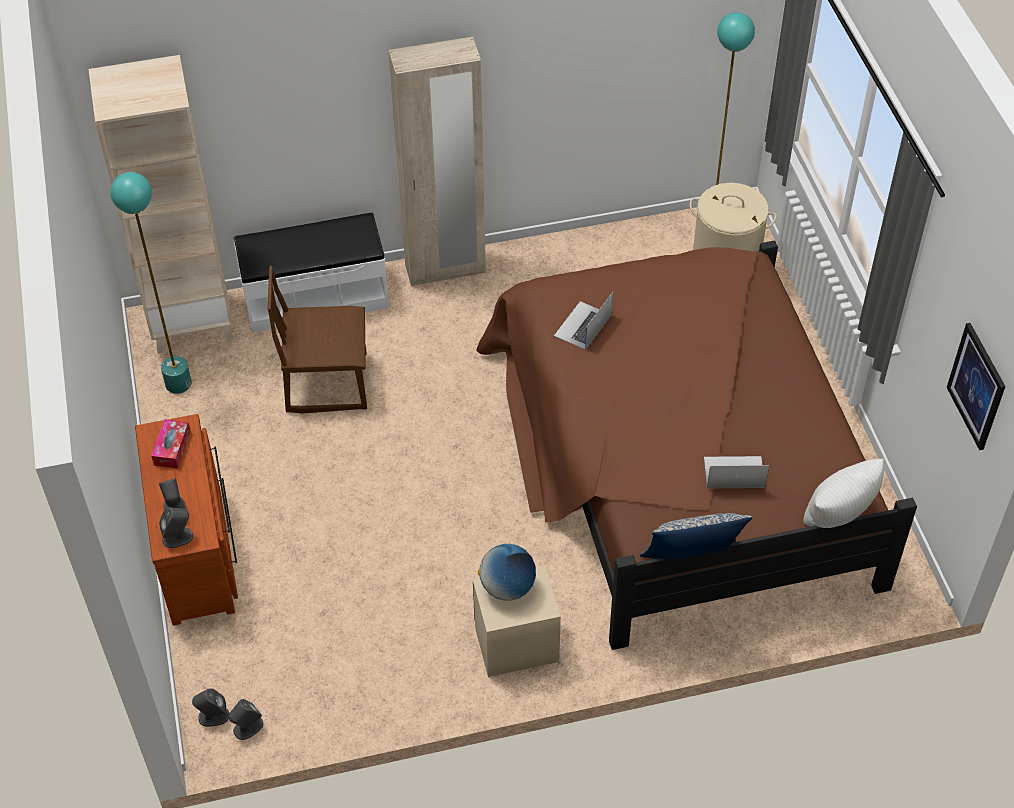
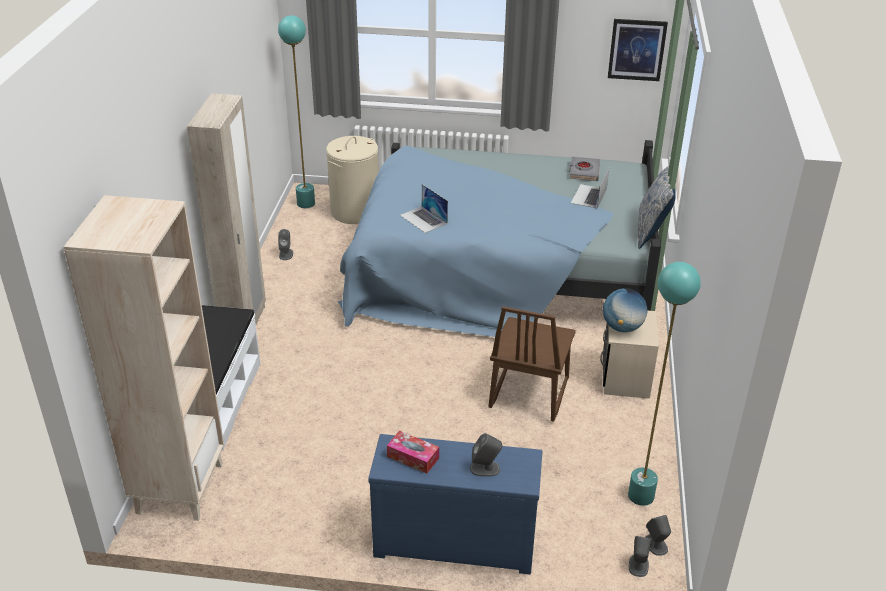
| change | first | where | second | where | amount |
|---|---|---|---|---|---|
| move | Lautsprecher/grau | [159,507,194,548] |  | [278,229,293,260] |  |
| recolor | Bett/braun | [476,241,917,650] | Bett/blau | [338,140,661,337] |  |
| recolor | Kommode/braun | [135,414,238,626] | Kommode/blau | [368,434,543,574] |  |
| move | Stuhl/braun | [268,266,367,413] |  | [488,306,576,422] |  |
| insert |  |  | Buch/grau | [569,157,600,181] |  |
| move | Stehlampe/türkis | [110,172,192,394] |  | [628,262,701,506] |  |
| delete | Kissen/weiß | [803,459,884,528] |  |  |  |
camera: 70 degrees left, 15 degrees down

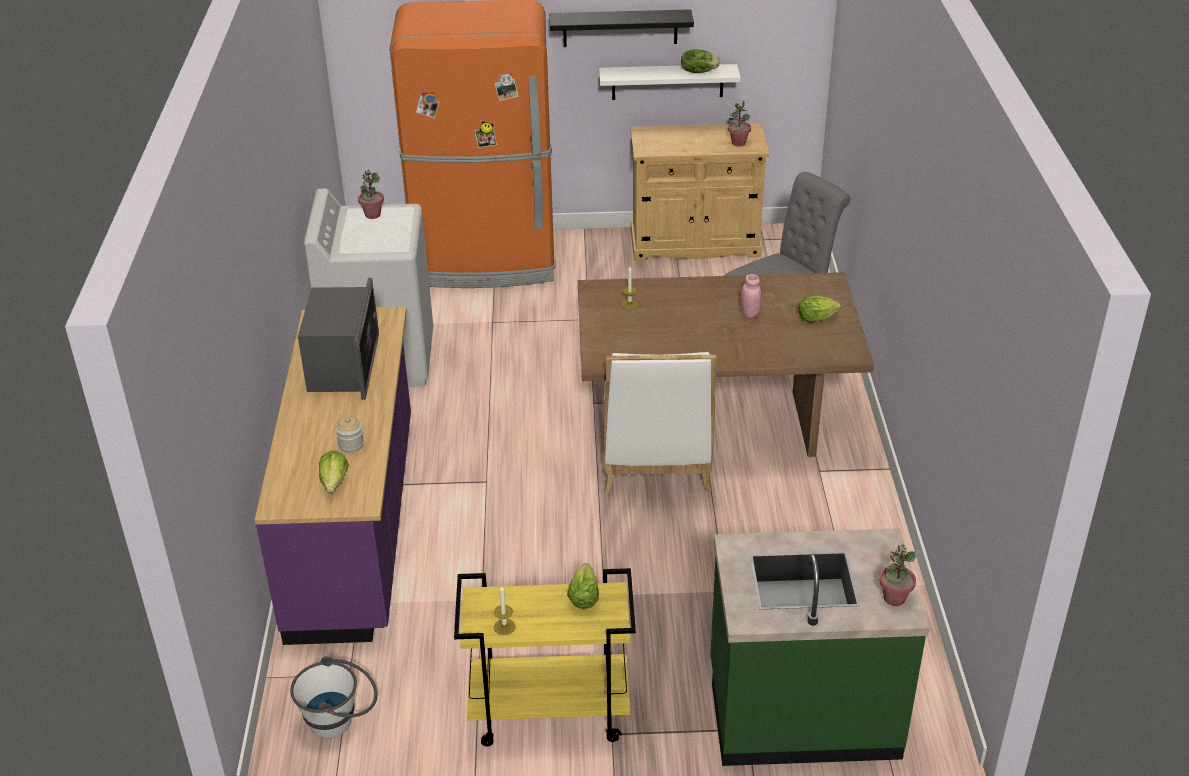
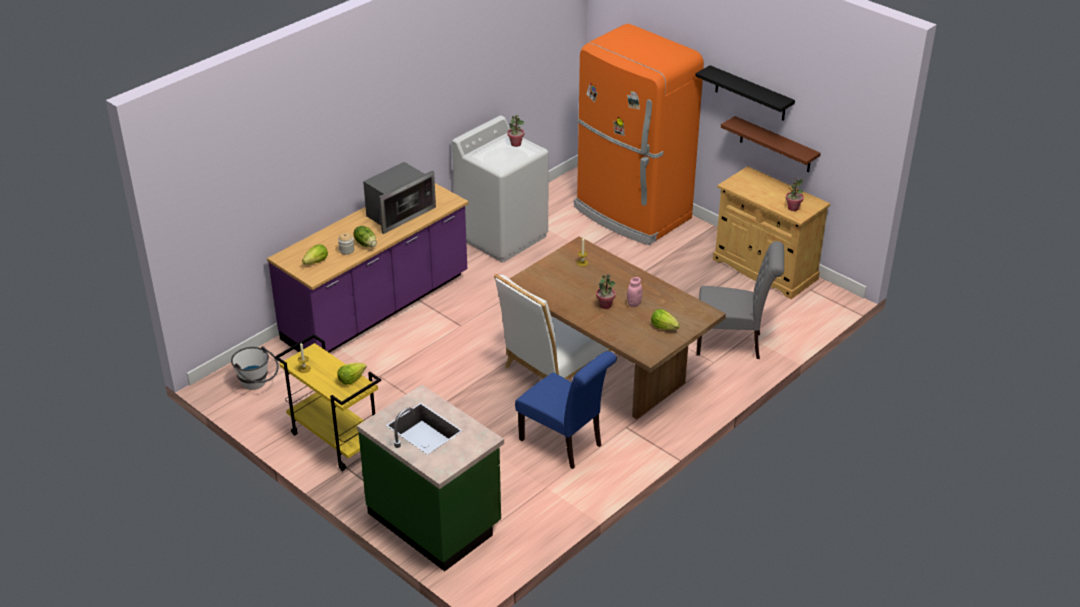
| change | first | where | second | where | amount |
|---|---|---|---|---|---|
| move | Salatkopf | [681,49,720,73] |  | [354,226,377,248] |  |
| insert |  |  | Stuhl/blau | [515,351,617,469] |  |
| move | Topfpflanze | [879,544,916,606] |  | [596,274,616,309] |  |
| recolor | Wandregal/weiß | [599,64,741,100] | Wandregal/braun | [721,116,821,172] |  |
camera: 45 degrees right, 0 degrees up

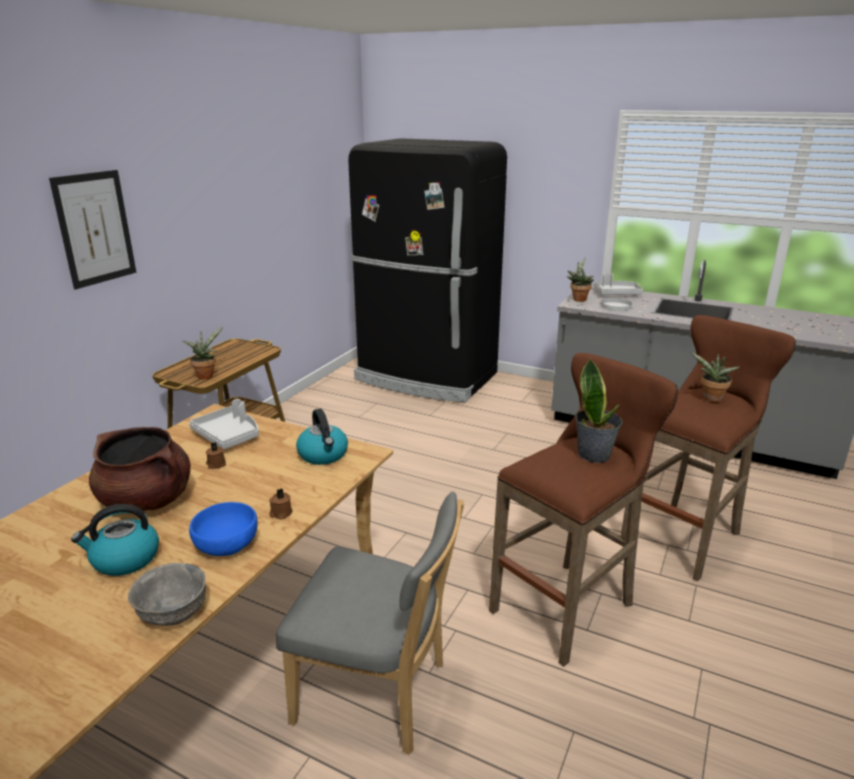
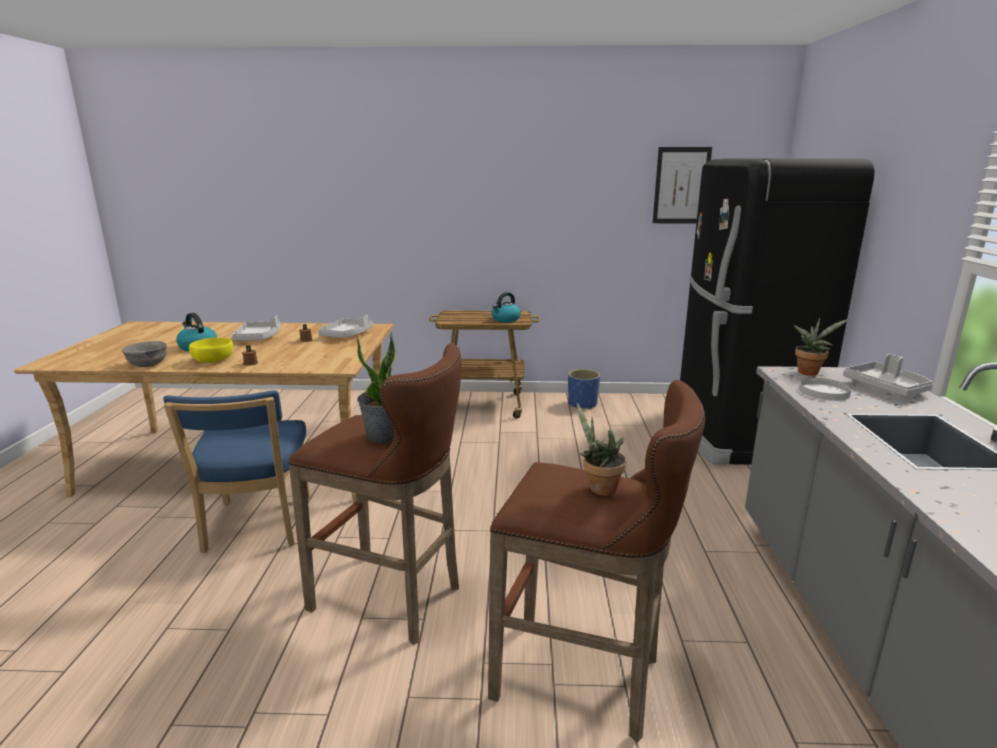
| change | first | where | second | where | amount |
|---|---|---|---|---|---|
| recolor | Stuhl/grau | [276,492,464,755] | Stuhl/blau | [163,390,310,553] |  |
| recolor | Schüssel/blau | [189,502,258,556] | Schüssel/gelb | [189,338,233,363] |  |
| replace | Kochtopf/braun | [89,427,191,511] | Tablett/grau | [232,315,281,341] |  |
| move | Wasserkessel | [296,409,348,465] |  | [492,292,521,322] |  |
| insert |  |  | Pflanzkübel/blau | [568,369,600,409] |  |
| move | Bild | [49,170,136,289] |  | [653,147,712,224] |  |
| delete | Topfpflanze | [183,327,223,379] |  |  |  |
camera: 65 degrees right, 5 degrees down

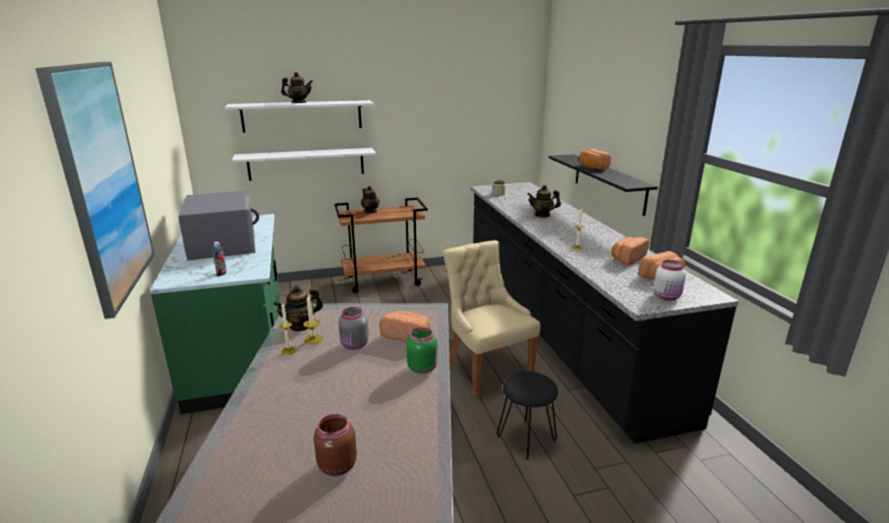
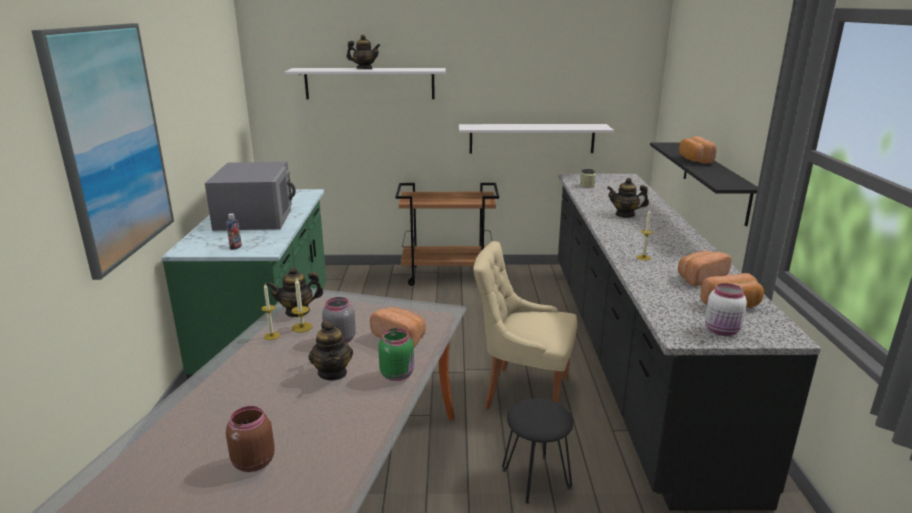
| change | first | where | second | where | amount |
|---|---|---|---|---|---|
| move | Teekanne | [361,186,380,213] |  | [309,321,353,381] |  |
| move | Wandregal/weiß | [232,148,376,181] |  | [459,124,614,153] |  |
| rotate | Stuhl/beige | [443,240,541,398] |  | [473,241,577,409] | 60 degrees counterclockwise |
camera: 15 degrees right, 0 degrees up

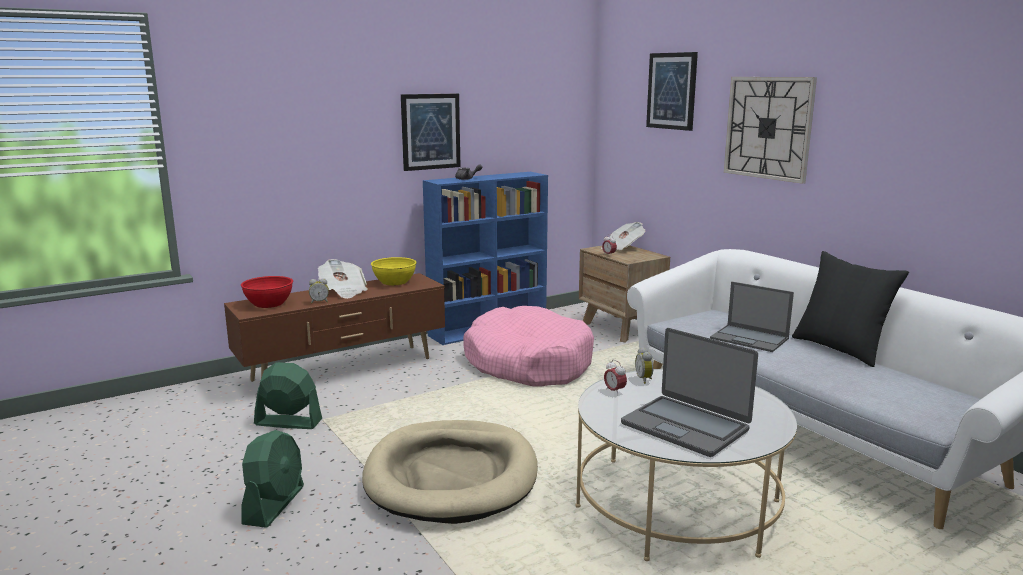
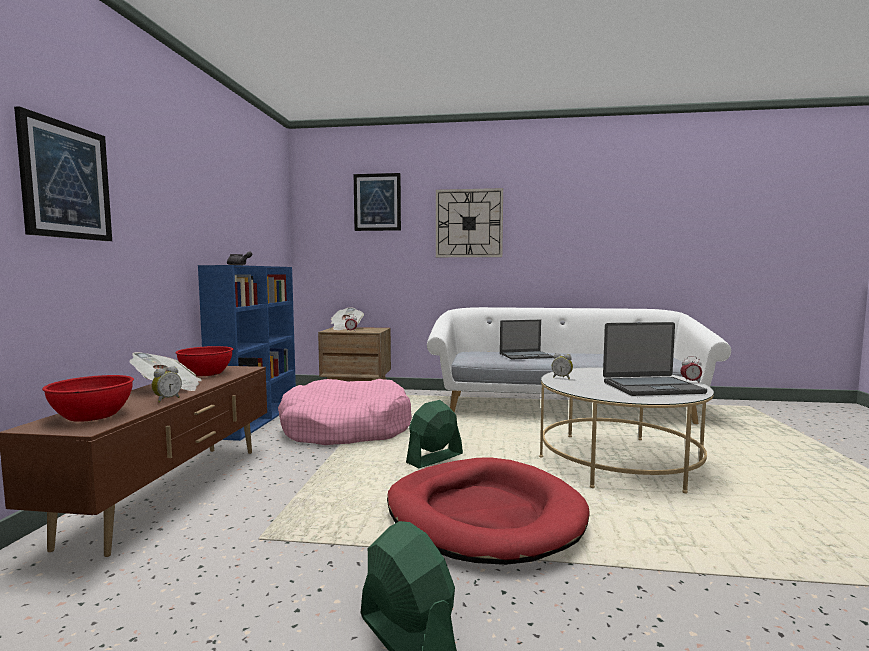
| change | first | where | second | where | amount |
|---|---|---|---|---|---|
| move | Bild | [401,94,460,171] |  | [14,106,112,241] |  |
| recolor | Schüssel/gelb | [371,257,417,286] | Schüssel/rot | [175,346,233,376] |  |
| recolor | Hundebett/beige | [362,420,538,524] | Hundebett/rot | [387,457,590,565] |  |
| move | Ventilator/grün | [254,362,322,429] |  | [406,400,463,468] |  |
| move | Wecker | [604,360,627,395] |  | [681,356,702,383] |  |
| delete | Kissen/schwarz | [792,251,909,367] |  |  |  |
camera: 50 degrees left, 10 degrees down

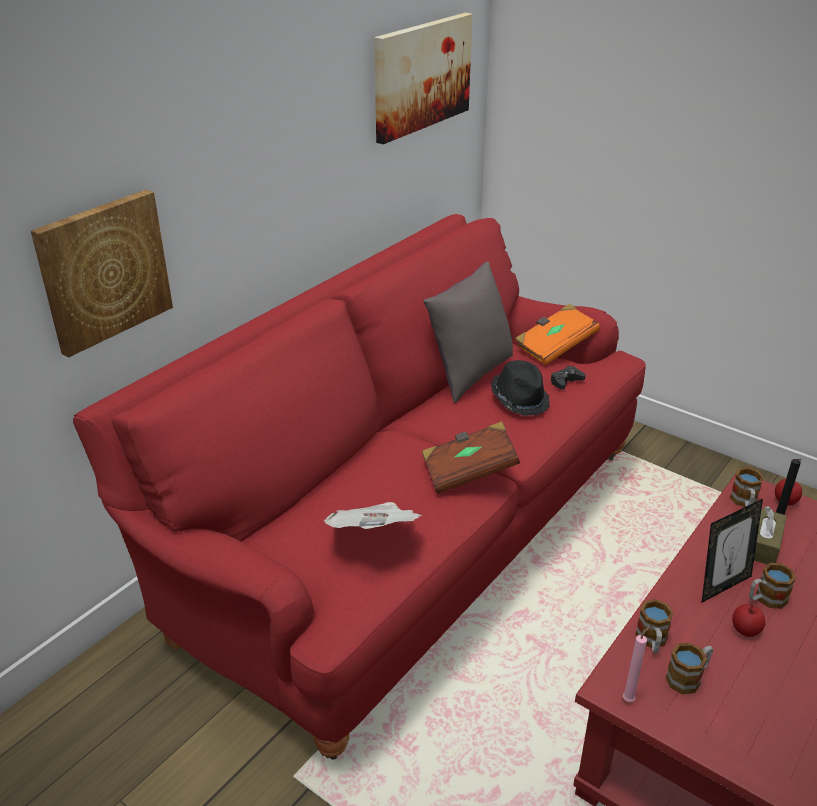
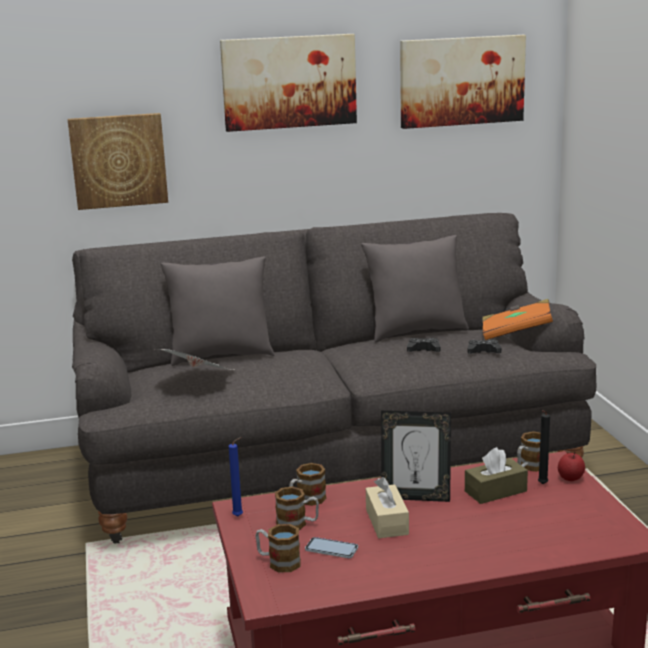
| change | first | where | second | where | amount |
|---|---|---|---|---|---|
| recolor | Sofa/rot | [73,214,646,760] | Sofa/grau | [72,213,596,544] |  |
| insert |  |  | Kissen/grau | [161,257,275,366] |  |
| insert |  |  | Bild | [220,34,357,132] |  |
| recolor | Kerze/rosa | [623,626,650,702] | Kerze/blau | [229,437,243,516] |  |
| move | Henkelbecher | [749,563,796,609] |  | [255,524,301,573] |  |
| insert |  |  | Handy | [305,537,358,558] |  |
| replace | Apfel | [732,604,765,637] | Taschentuchbox/beige | [366,477,409,538] |  |
| replace | Hut/schwarz | [491,360,550,416] | Gamepad/schwarz | [407,338,441,352] |  |
| delete | Buch/braun | [422,421,520,494] |  |  |  |
camera: 40 degrees right, 15 degrees down

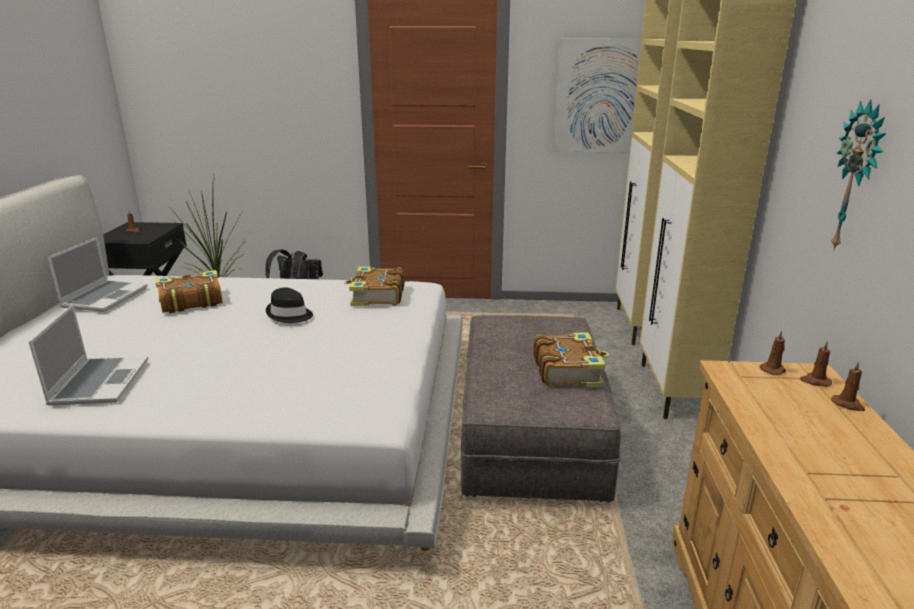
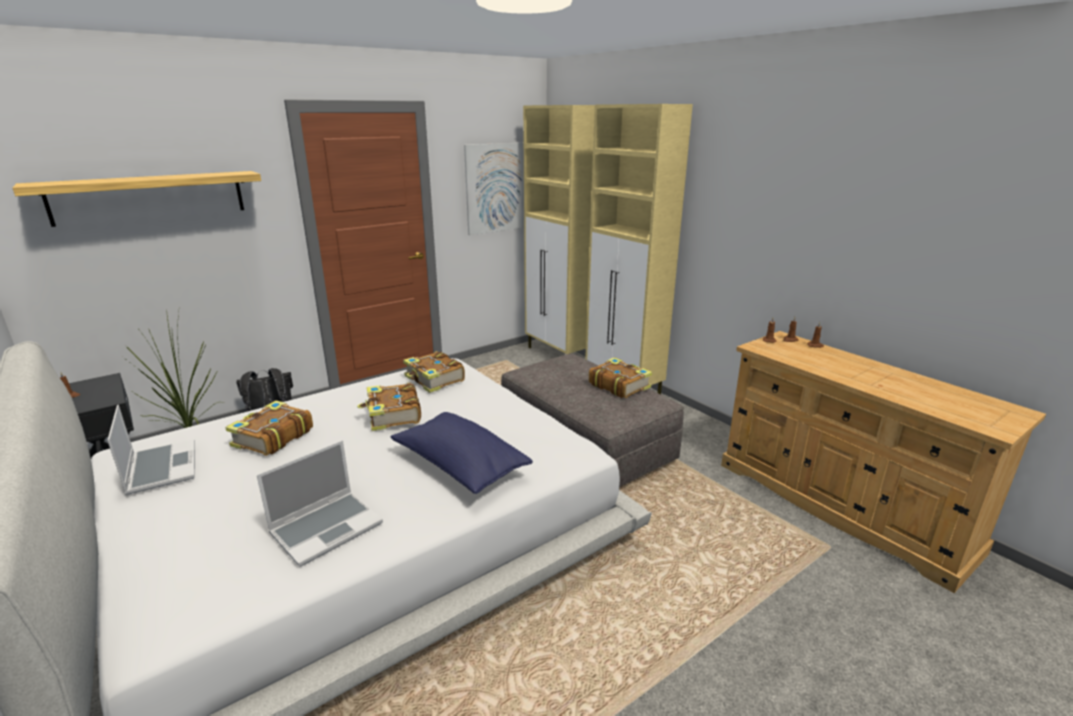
| change | first | where | second | where | amount |
|---|---|---|---|---|---|
| insert |  |  | Wandregal | [13,171,261,227] |  |
| rotate | Laptop | [29,304,148,406] |  | [257,440,383,567] | 90 degrees clockwise |
| replace | Hut/schwarz | [266,287,313,323] | Buch | [357,383,421,431] |  |
| insert |  |  | Kissen/blau | [391,412,533,494] |  |
| delete | Wanduhr | [831,99,886,251] |  |  |  |
camera: 40 degrees left, 0 degrees up

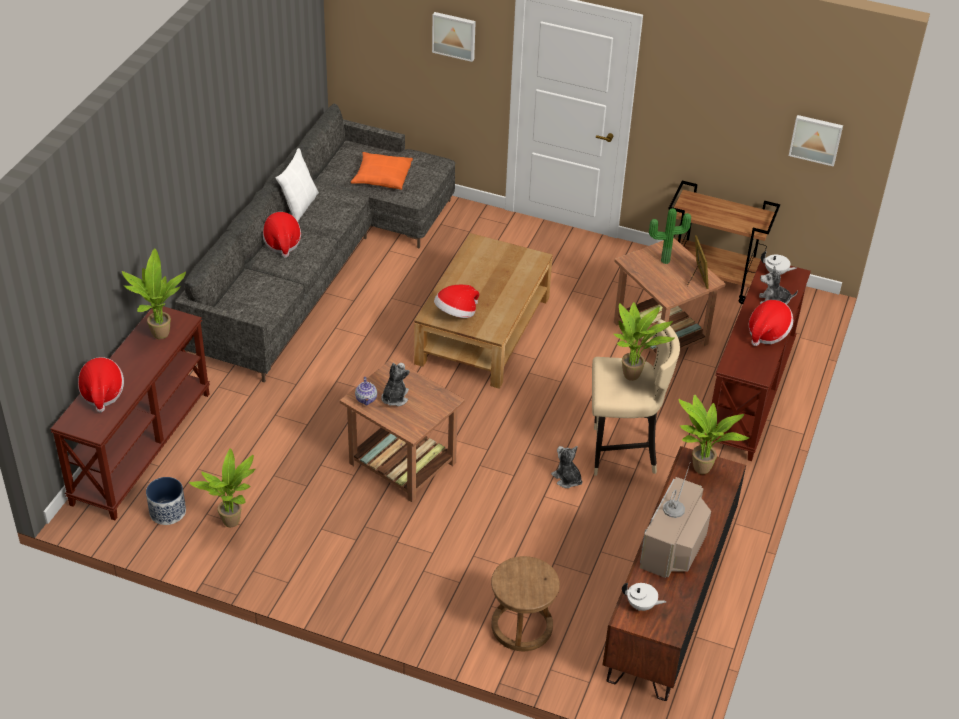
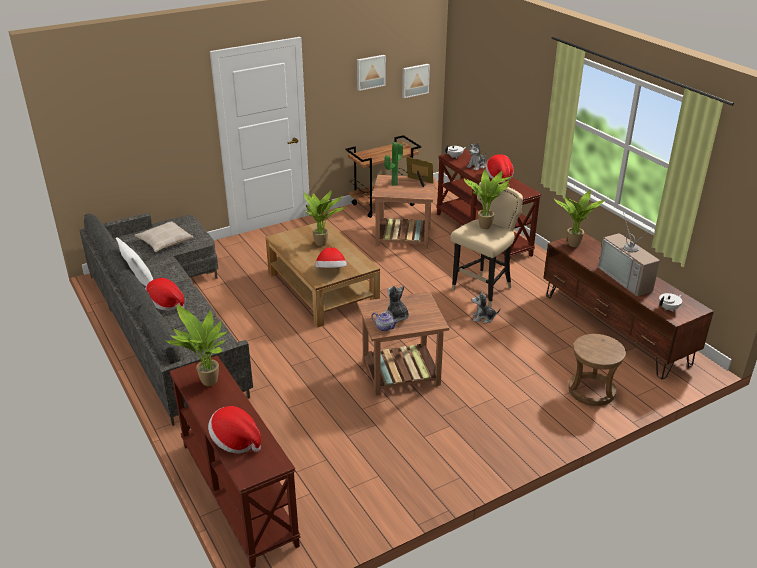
| change | first | where | second | where | amount |
|---|---|---|---|---|---|
| recolor | Kissen/orange | [351,152,413,190] | Kissen/beige | [135,221,193,252] |  |
| move | Topfpflanze | [189,448,256,527] |  | [304,190,346,246] |  |
| move | Bild | [432,12,476,62] |  | [357,55,386,91] |  |
| delete | Pflanzkübel | [146,477,186,525] |  |  |  |
camera: 50 degrees left, 10 degrees down

